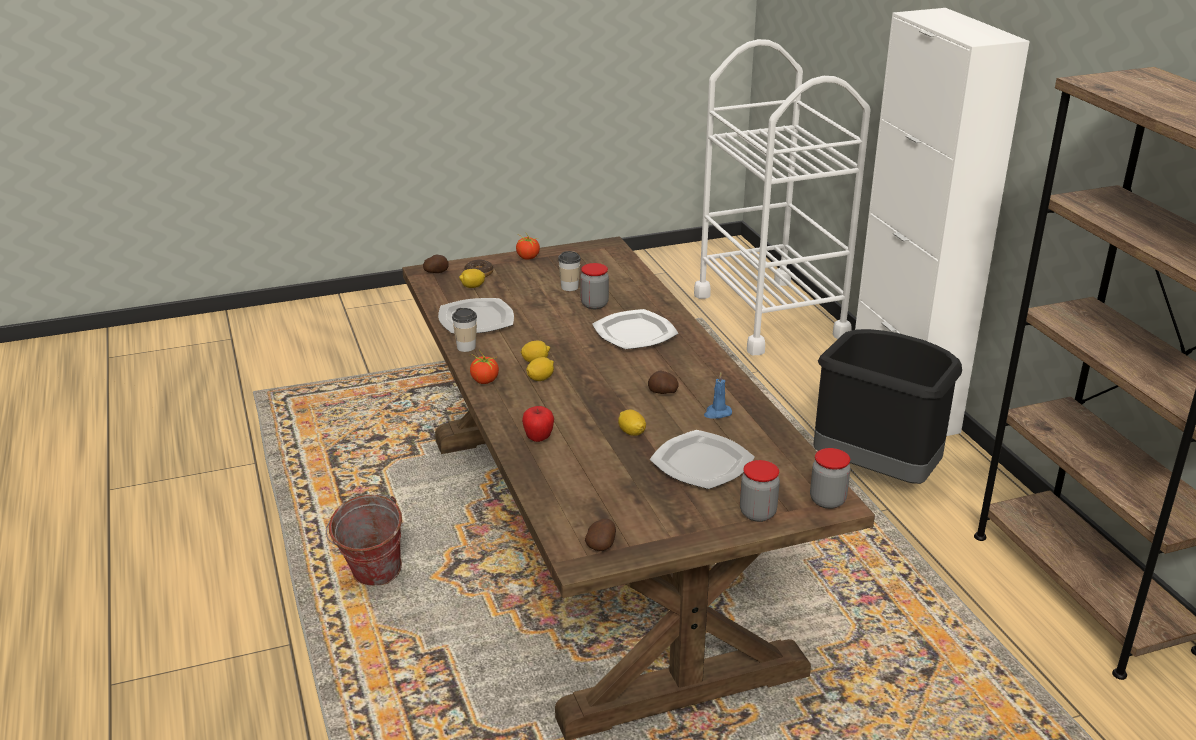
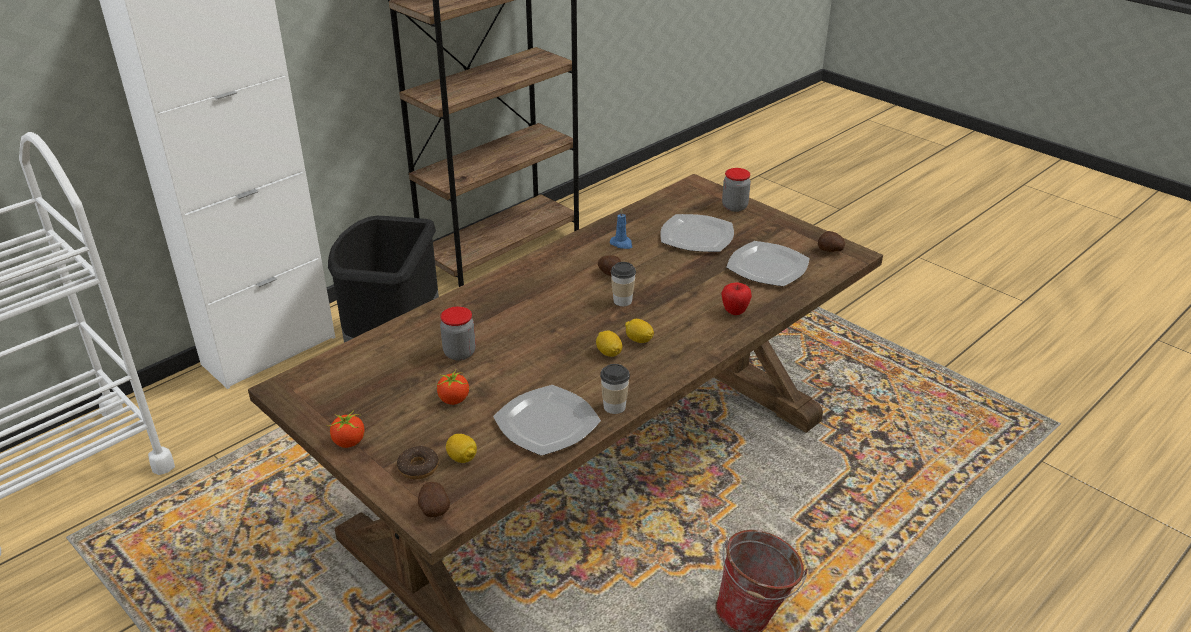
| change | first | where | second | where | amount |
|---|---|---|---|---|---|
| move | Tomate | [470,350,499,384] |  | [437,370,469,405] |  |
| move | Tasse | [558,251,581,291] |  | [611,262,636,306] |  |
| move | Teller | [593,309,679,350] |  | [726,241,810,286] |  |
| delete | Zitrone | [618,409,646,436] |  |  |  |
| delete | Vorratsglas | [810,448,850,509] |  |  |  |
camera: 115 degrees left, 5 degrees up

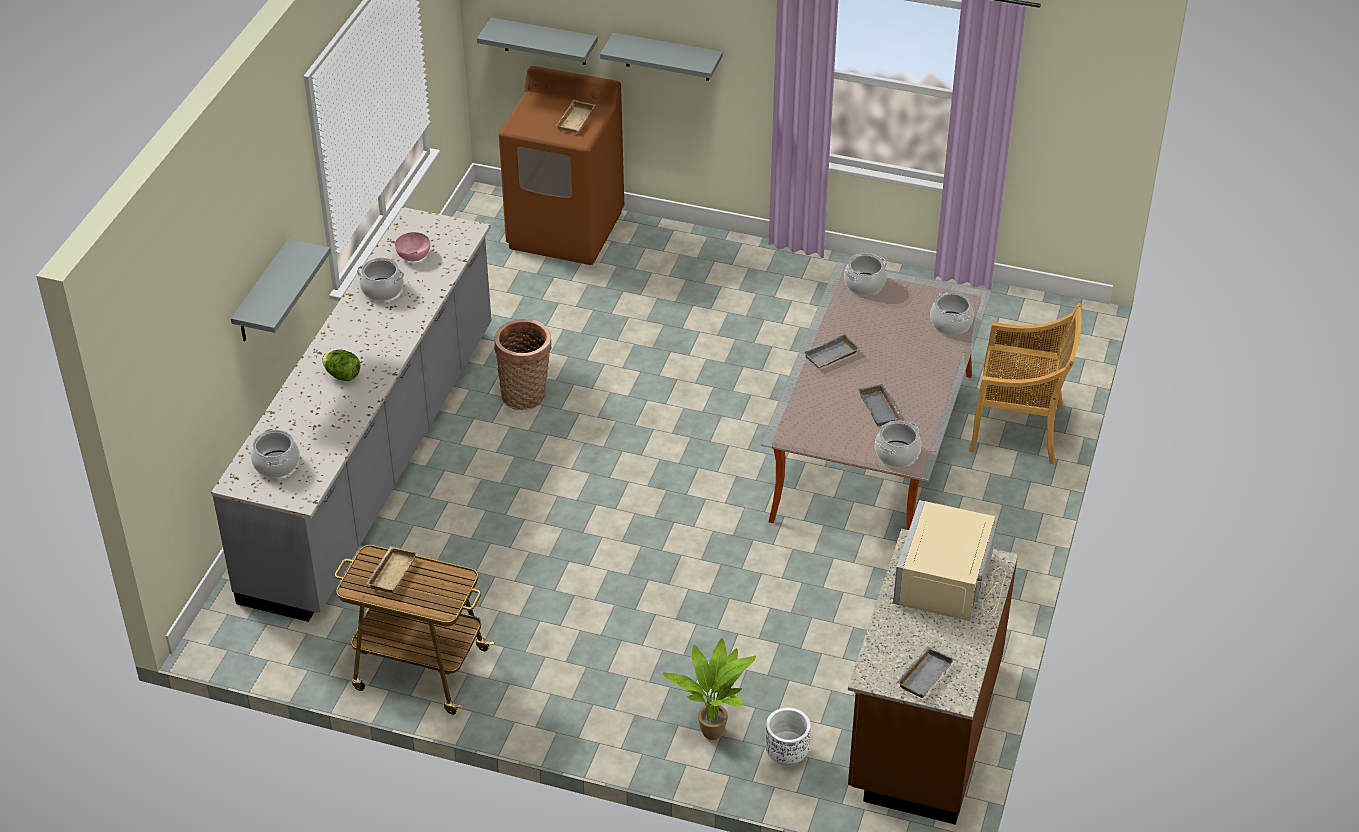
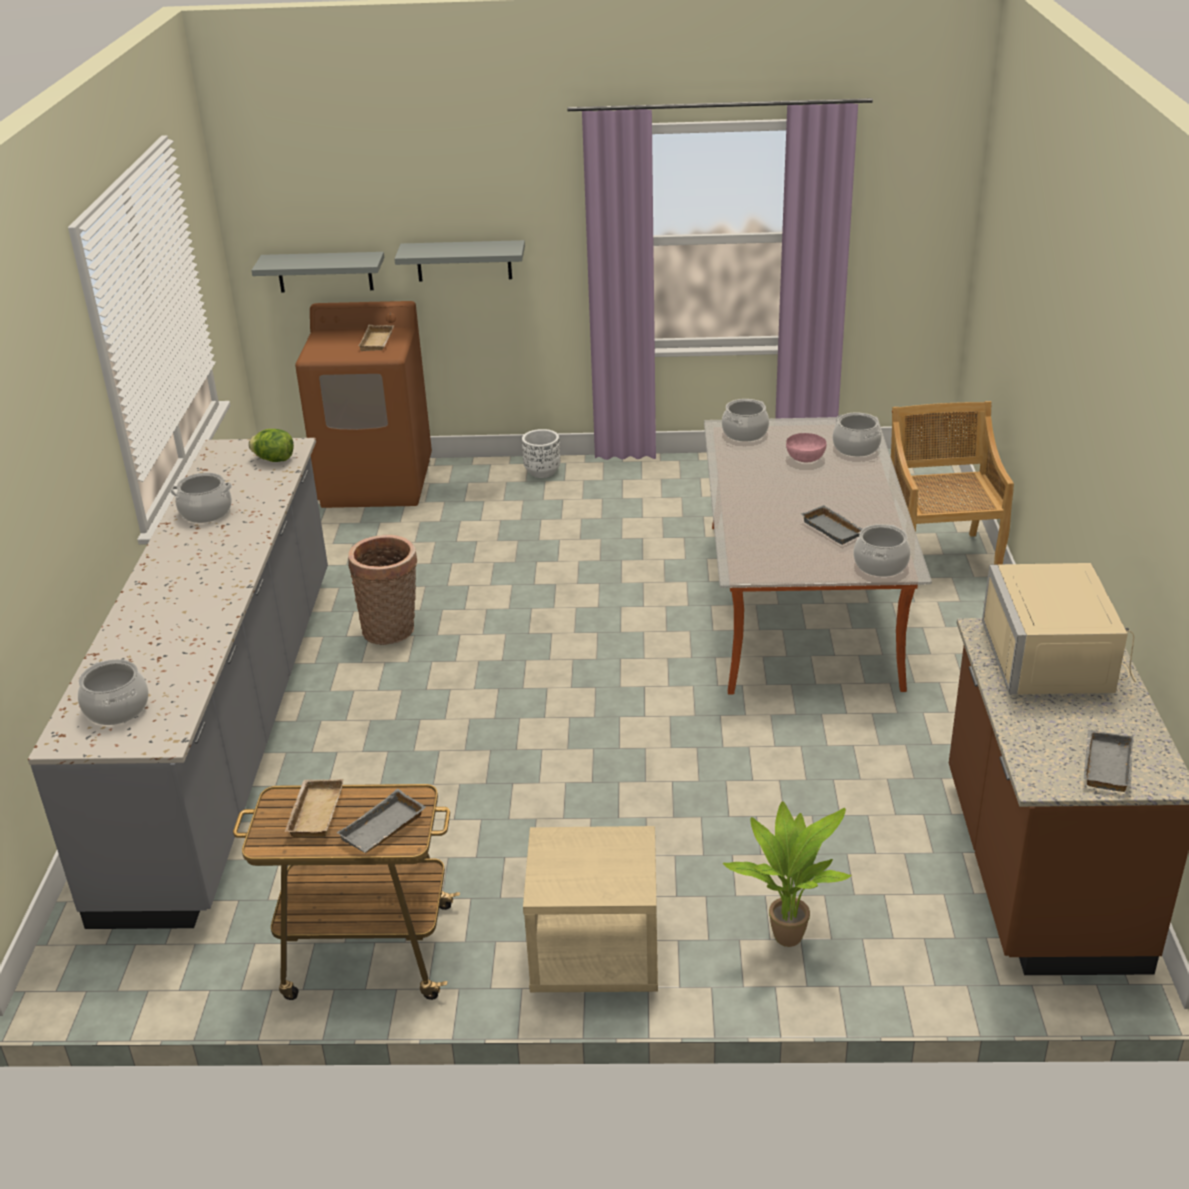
| change | first | where | second | where | amount |
|---|---|---|---|---|---|
| move | Salatkopf | [322,350,360,381] |  | [248,429,294,462] |  |
| move | Tablett/grau | [804,333,860,368] |  | [336,789,426,853] |  |
| move | Pflanzkübel/weiß | [765,708,811,766] |  | [522,429,560,478] |  |
| insert |  |  | Nachttisch/beige | [523,826,658,992] |  |
| move | Schüssel/rosa | [395,232,430,261] |  | [786,433,827,462] |  |
| rotate | Stuhl/beige | [969,303,1082,464] |  | [891,401,1014,565] | 90 degrees counterclockwise |
| delete | Wandregal/grau | [231,239,331,341] |  |  |  |
camera: 15 degrees left, 10 degrees down

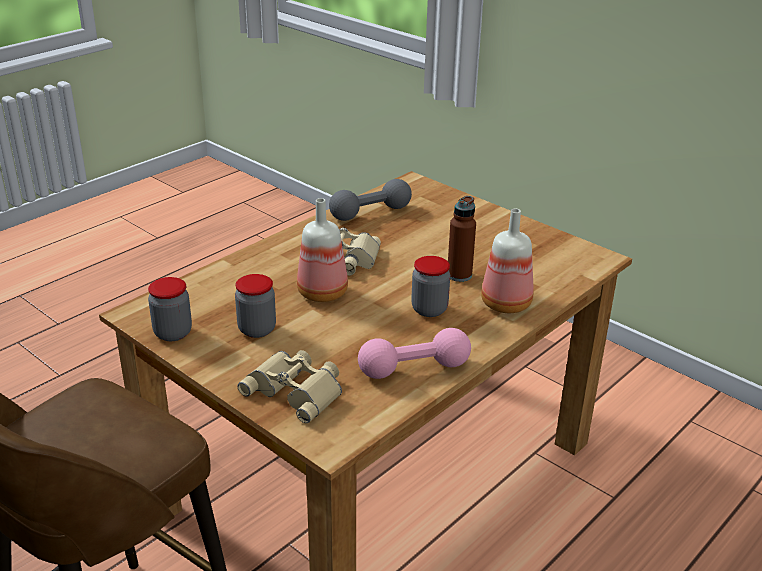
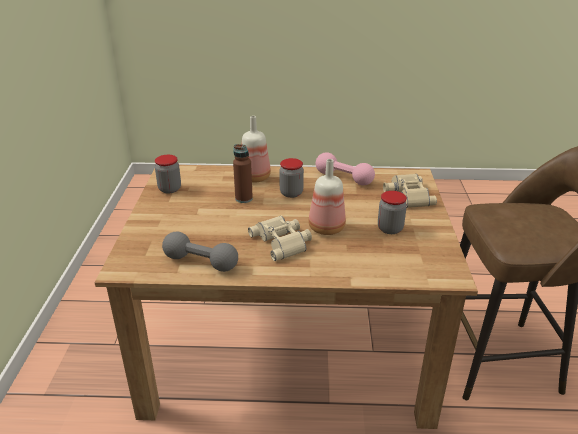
| change | first | where | second | where | amount |
|---|---|---|---|---|---|
| move | Vorratsglas | [148,277,192,341] |  | [155,155,181,194] |  |
camera: 130 degrees left, 0 degrees up

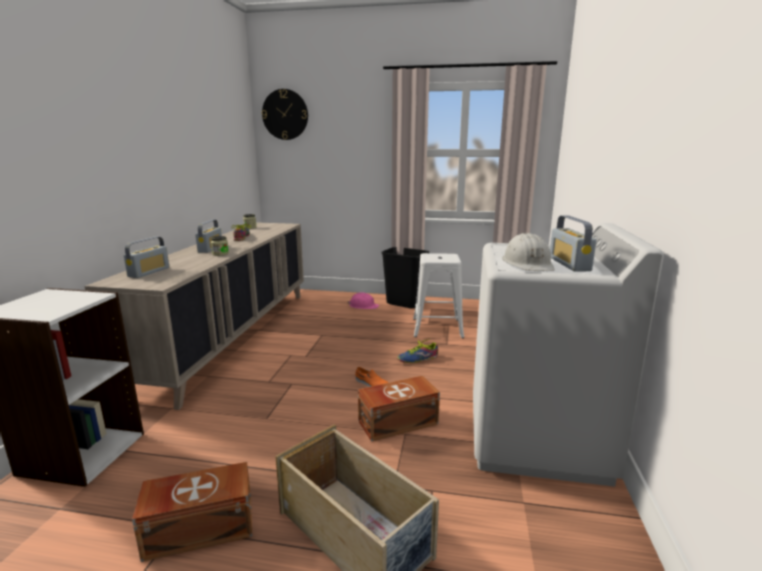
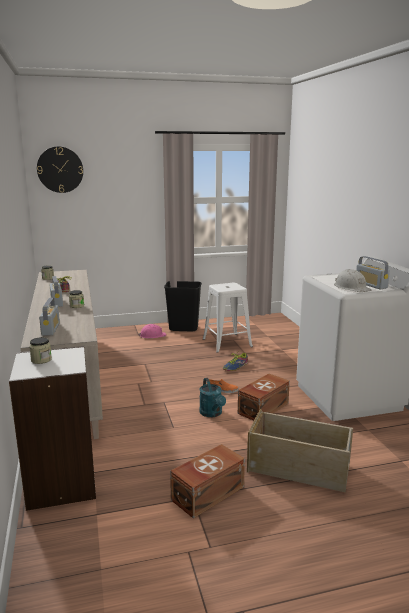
| change | first | where | second | where | amount |
|---|---|---|---|---|---|
| insert |  |  | Vorratsglas | [29,337,52,364] |  |
| insert |  |  | Gießkanne/türkis | [199,378,226,417] |  |
camera: 25 degrees left, 0 degrees up

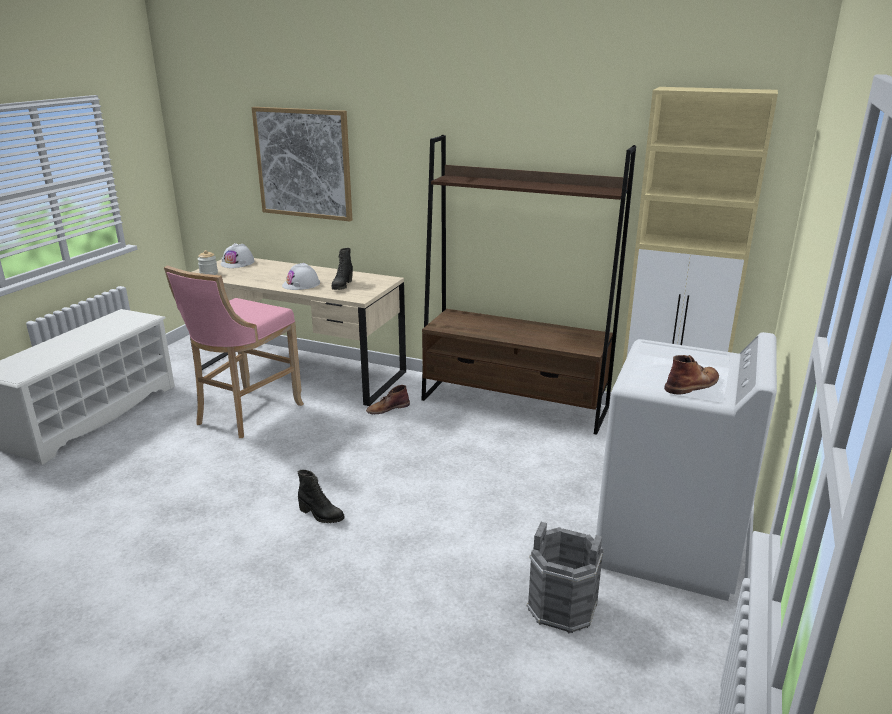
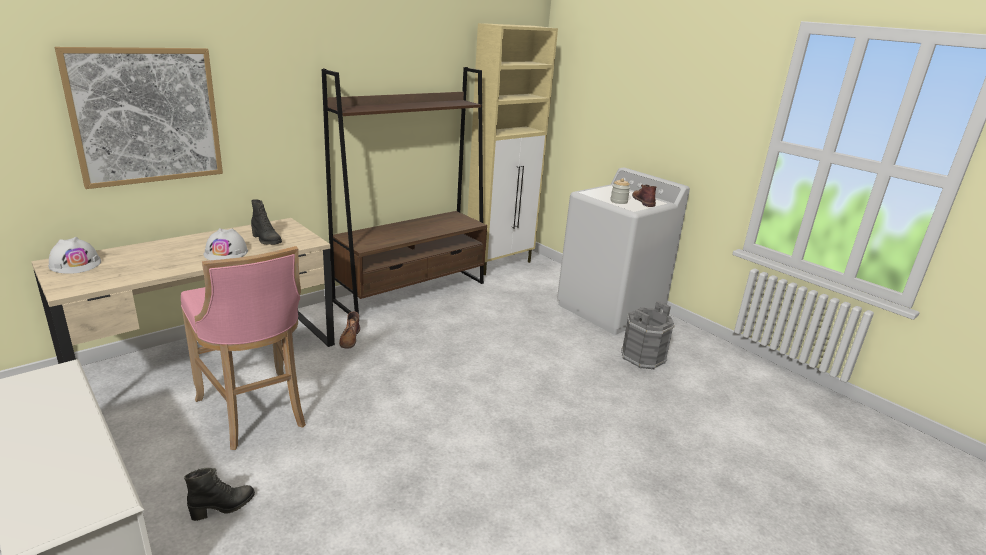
| change | first | where | second | where | amount |
|---|---|---|---|---|---|
| move | Stiefel/schwarz | [298,470,345,523] |  | [184,468,255,521] |  |
| move | Vorratsglas | [198,250,218,275] |  | [611,178,630,204] |  |
camera: 65 degrees left, 0 degrees up

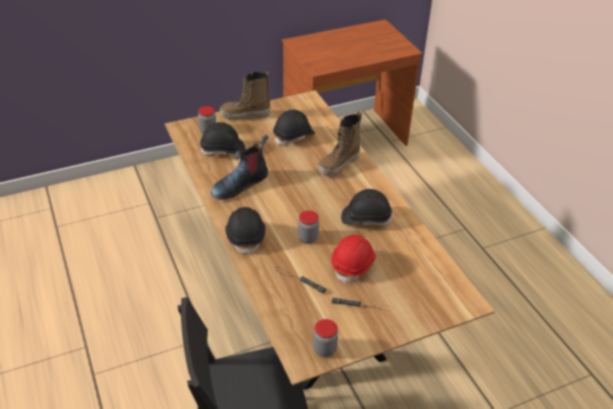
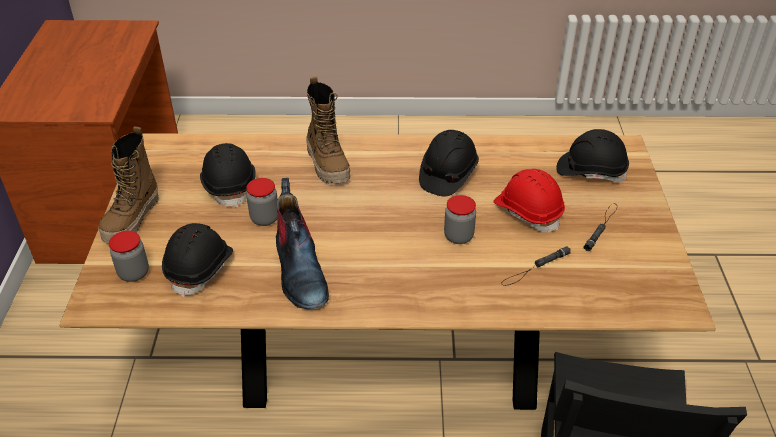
| change | first | where | second | where | amount |
|---|---|---|---|---|---|
| move | Vorratsglas | [313,319,338,357] |  | [246,178,278,226] |  |
| move | Schutzhelm/schwarz | [225,207,266,255] |  | [556,129,629,182] |  |
camera: 65 degrees left, 0 degrees up

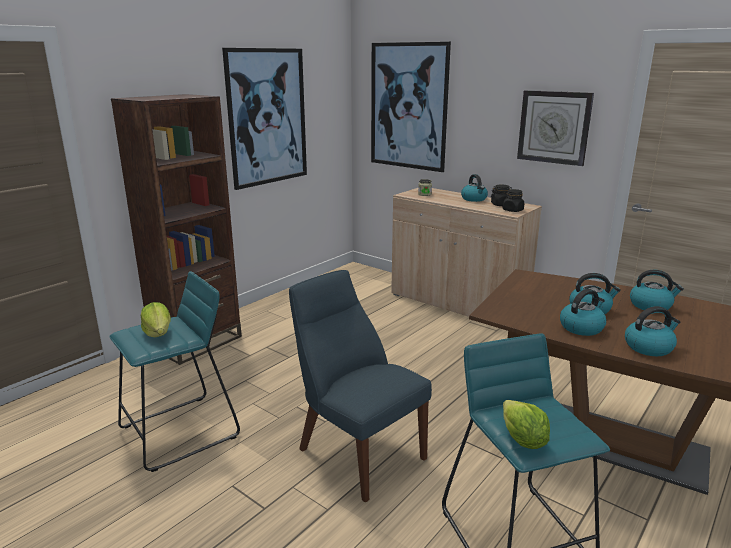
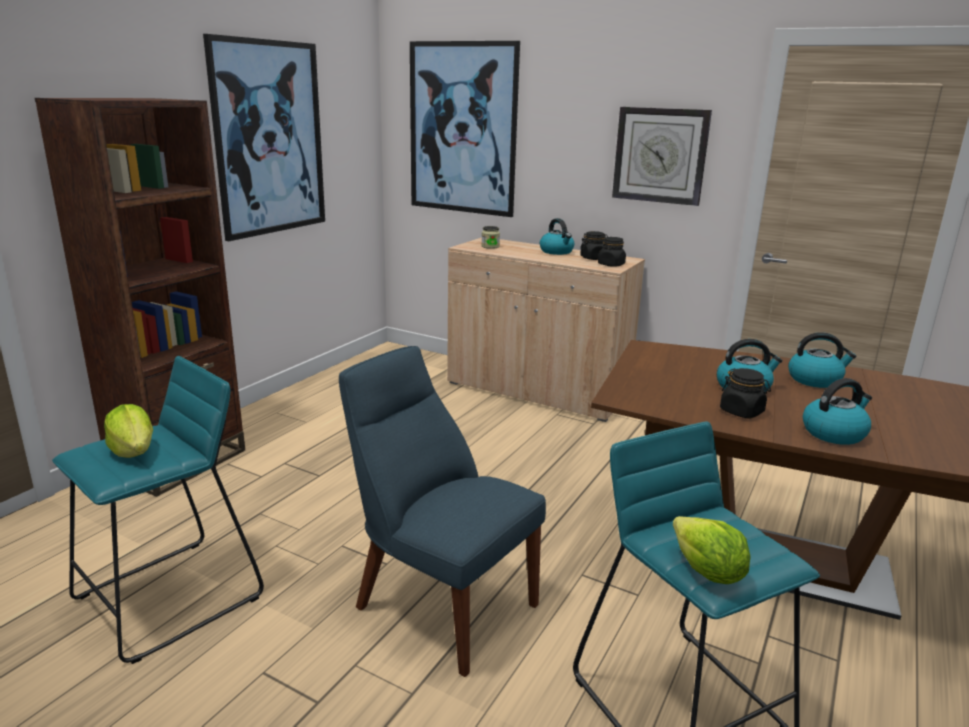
| change | first | where | second | where | amount |
|---|---|---|---|---|---|
| replace | Wasserkessel | [560,289,606,336] | Vorratsglas/schwarz | [720,368,771,419] |  |
camera: 10 degrees left, 0 degrees up

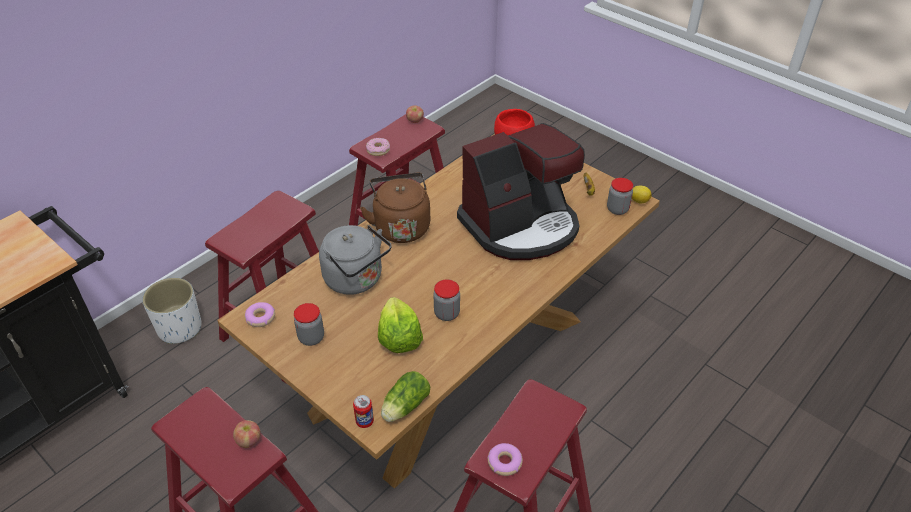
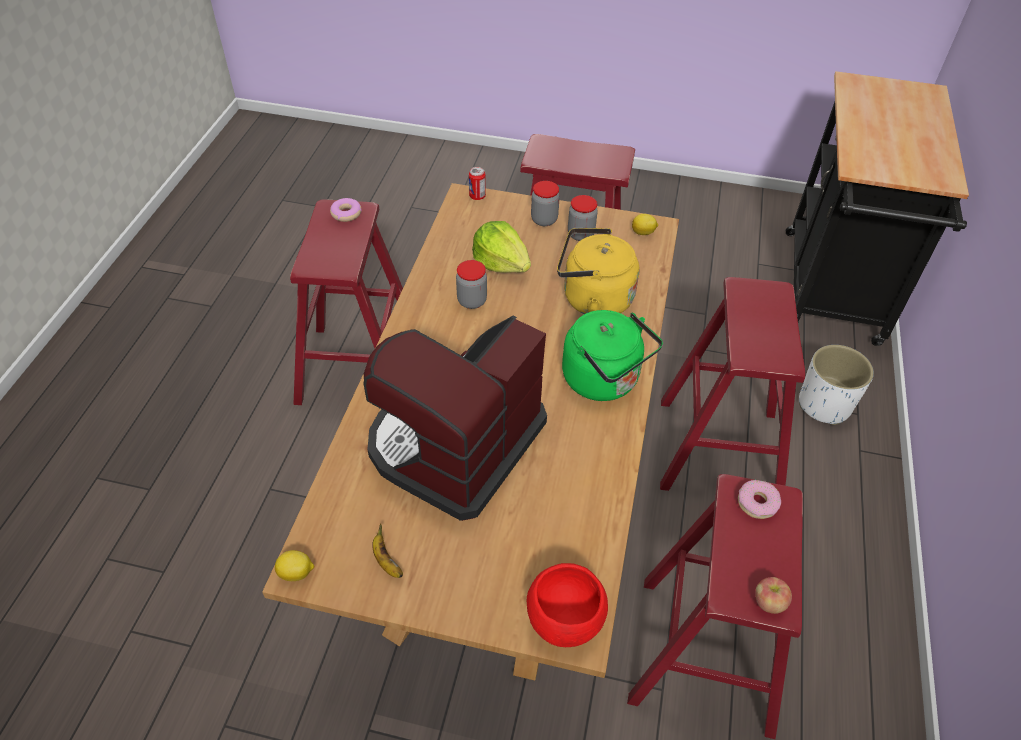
| change | first | where | second | where | amount |
|---|---|---|---|---|---|
| move | Vorratsglas | [607,178,633,215] |  | [531,181,560,226] |  |
| recolor | Wasserkessel/grau | [319,225,392,295] | Wasserkessel/gelb | [557,228,640,314] |  |
| recolor | Wasserkessel/braun | [360,173,430,243] | Wasserkessel/grün | [562,310,663,401] |  |
| replace | Donut | [245,302,275,327] | Zitrone | [632,214,658,235] |  |
| delete | Apfel | [233,420,261,448] |  |  |  |
| delete | Salatkopf | [381,371,430,422] |  |  |  |
camera: 150 degrees right, 5 degrees up

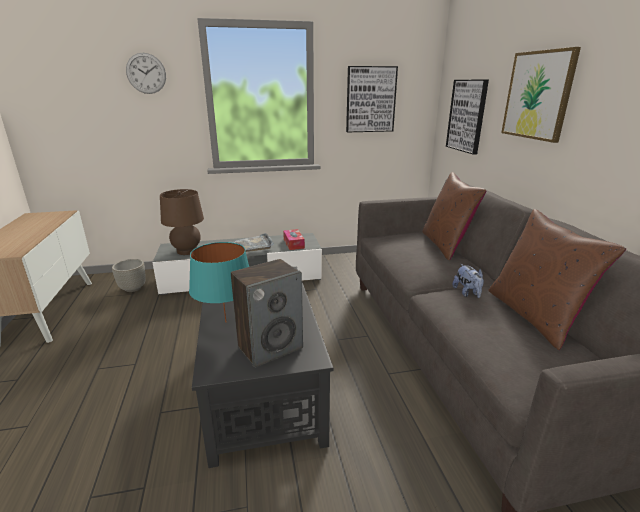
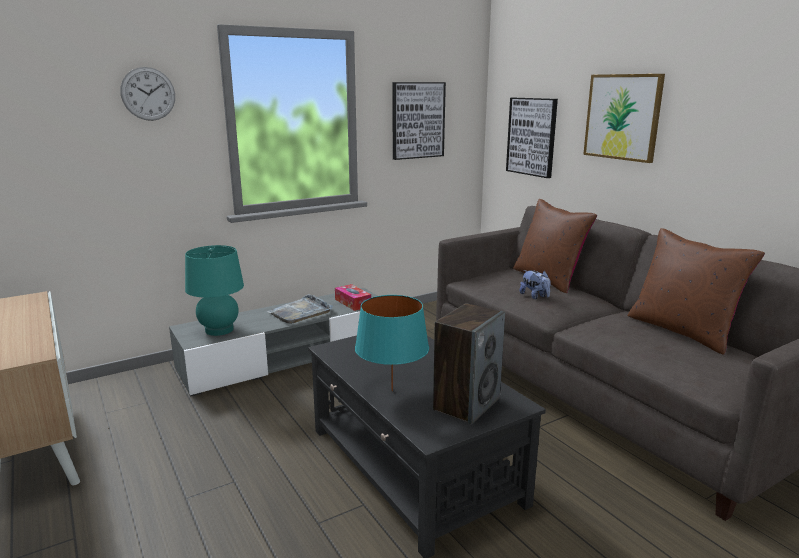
| change | first | where | second | where | amount |
|---|---|---|---|---|---|
| recolor | Tischlampe/braun | [160,189,204,255] | Tischlampe/türkis | [185,245,244,336] |  |
| move | Plüschtier | [452,264,484,298] |  | [520,270,551,299] |  |
| delete | Pflanzkübel/grau | [112,259,146,292] |  |  |  |
camera: 20 degrees left, 5 degrees down

